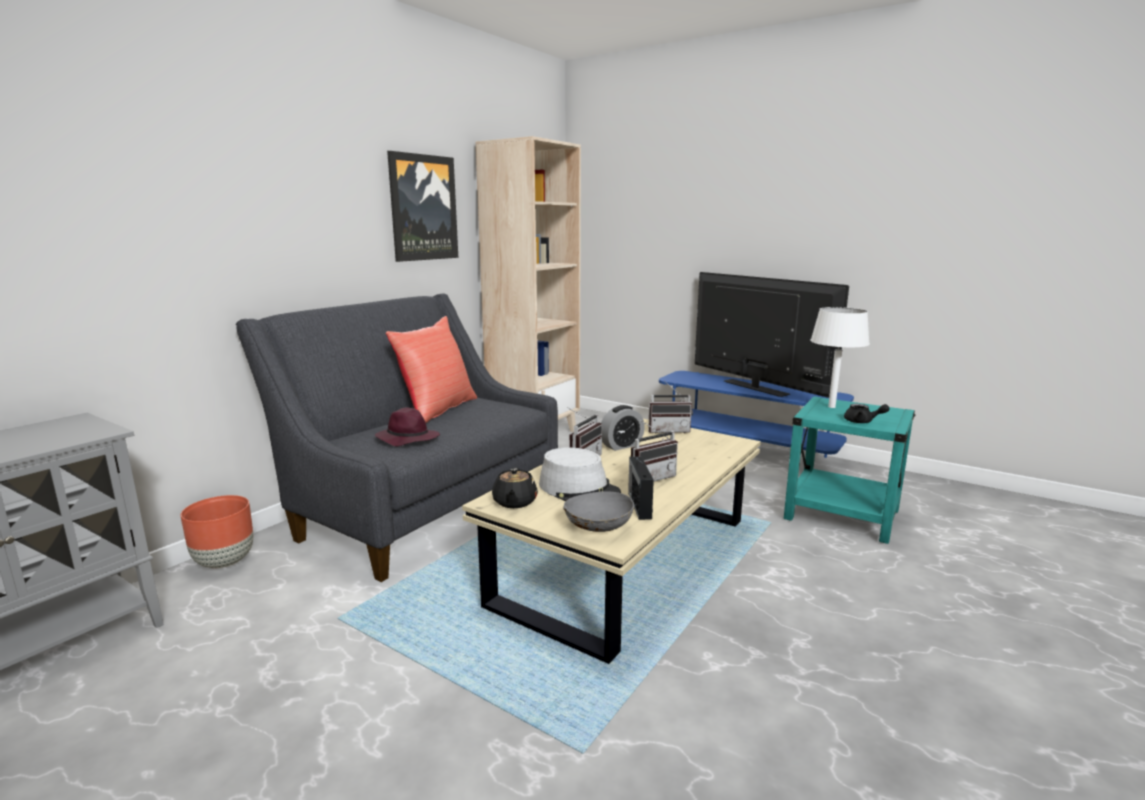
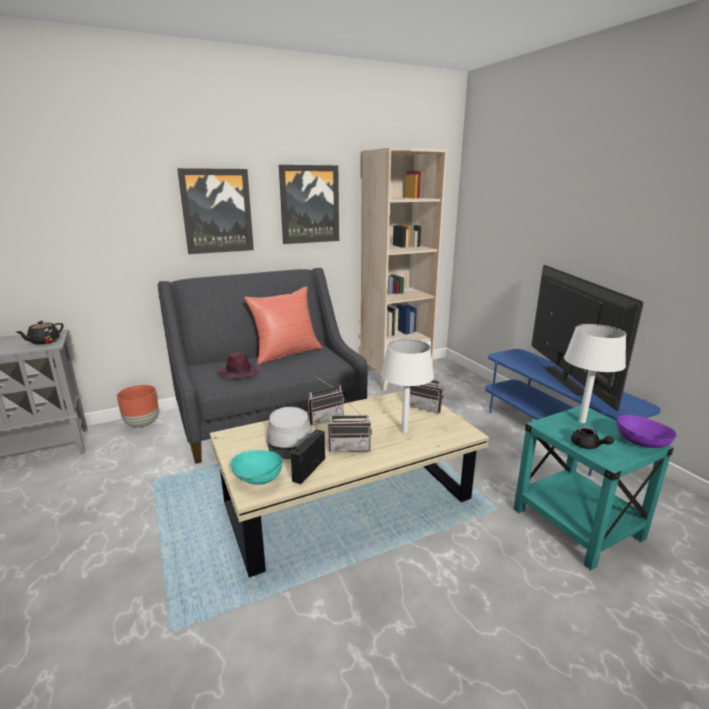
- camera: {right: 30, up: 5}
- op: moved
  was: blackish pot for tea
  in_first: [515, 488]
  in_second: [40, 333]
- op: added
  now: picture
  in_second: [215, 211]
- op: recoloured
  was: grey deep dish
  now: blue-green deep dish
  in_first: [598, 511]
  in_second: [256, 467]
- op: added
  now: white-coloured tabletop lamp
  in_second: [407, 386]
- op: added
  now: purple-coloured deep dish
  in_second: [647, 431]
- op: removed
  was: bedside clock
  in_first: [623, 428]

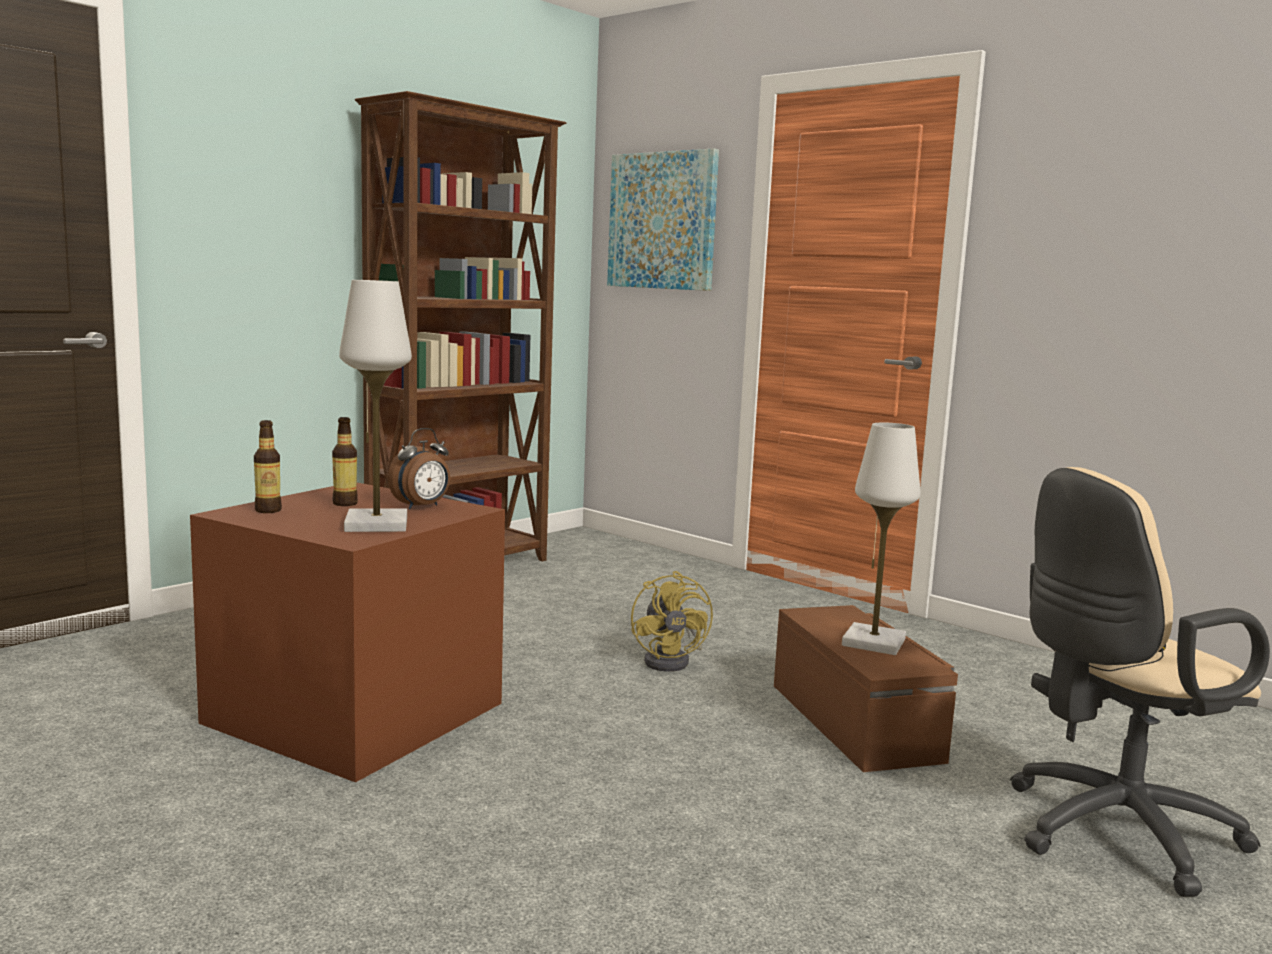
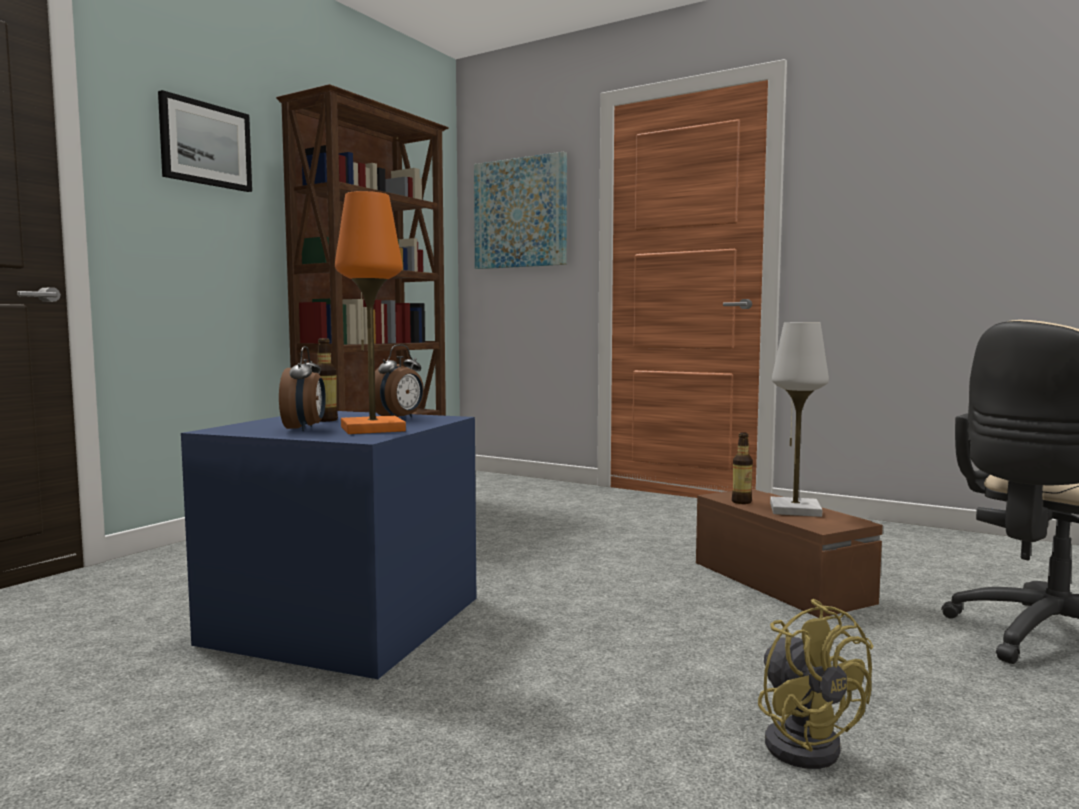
- camera: {right: -10, up: -5}
- op: added
  now: picture
  in_second: [205, 141]
- op: recoloured
  was: brown storage bin
  now: blue-coloured storage bin
  in_first: [347, 632]
  in_second: [328, 545]
- op: added
  now: bedside clock
  in_second: [302, 388]
- op: recoloured
  was: white-coloured tabletop lamp
  now: orange-coloured tabletop lamp
  in_first: [375, 406]
  in_second: [370, 312]
- op: moved
  was: beverage bottle
  in_first: [268, 466]
  in_second: [742, 468]
- op: moved
  was: yellowish electric fan
  in_first: [672, 621]
  in_second: [815, 684]

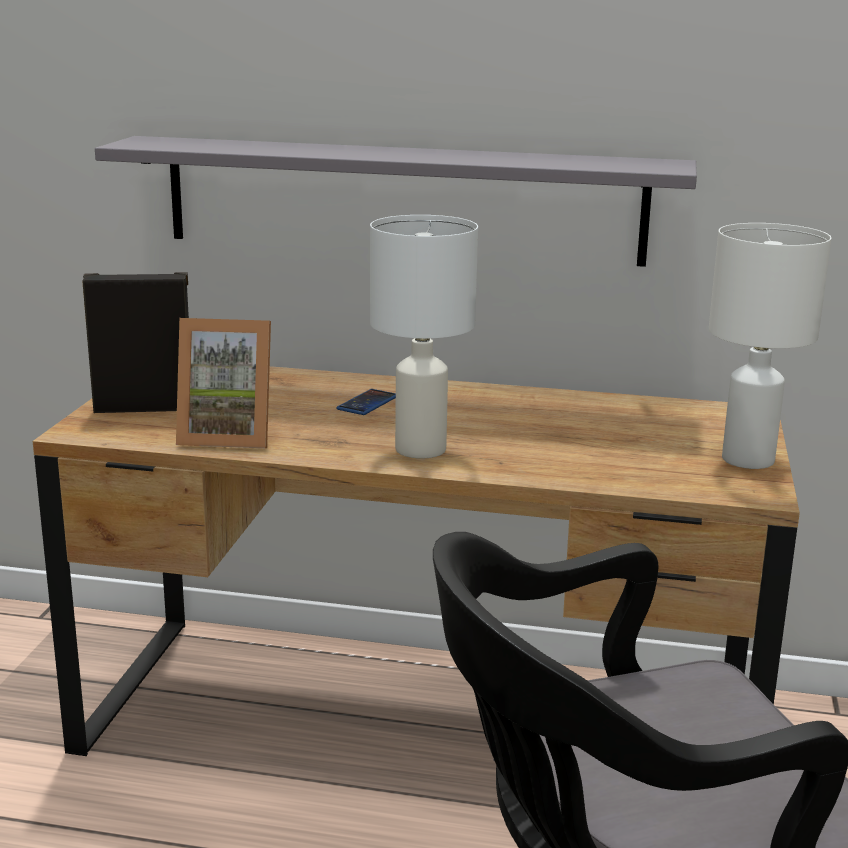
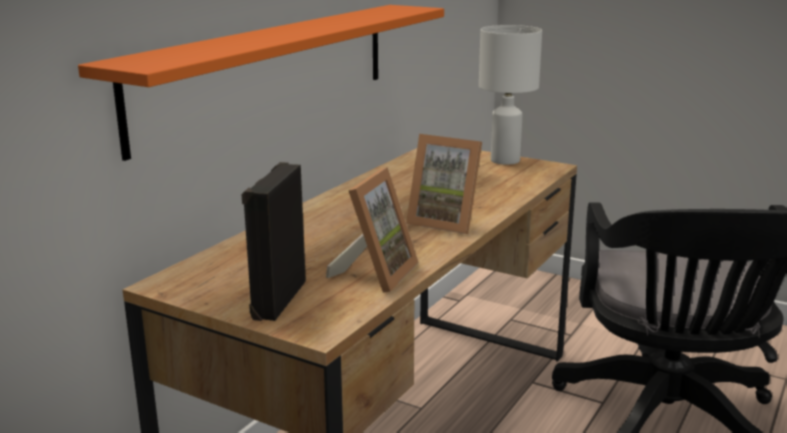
- camera: {right: -70, up: 0}
- op: recoloured
  was: grey shelf
  now: orange-coloured shelf
  in_first: [396, 201]
  in_second: [261, 83]
- op: replaced
  was: white-coloured tabletop lamp
  now: standing frame
  in_first: [424, 337]
  in_second: [444, 184]
- op: removed
  was: phone
  in_first: [366, 402]

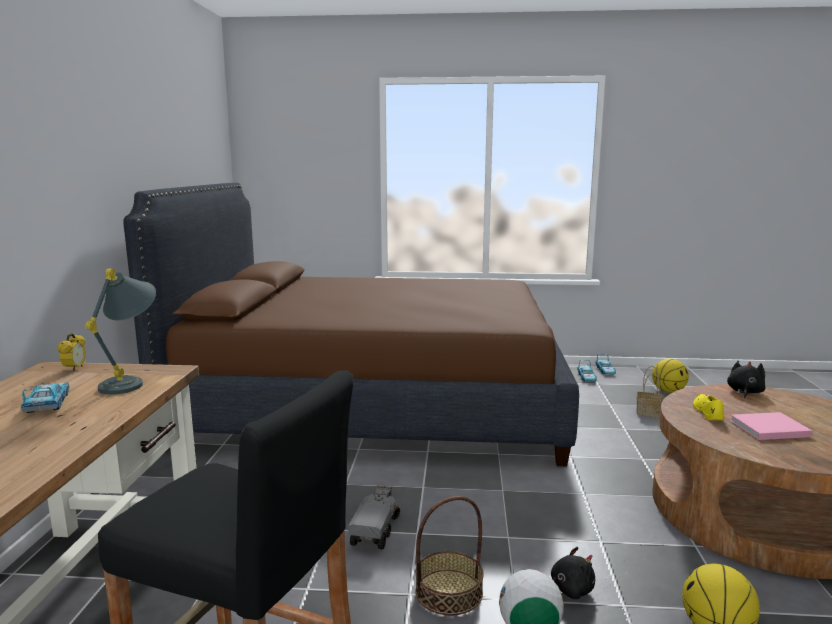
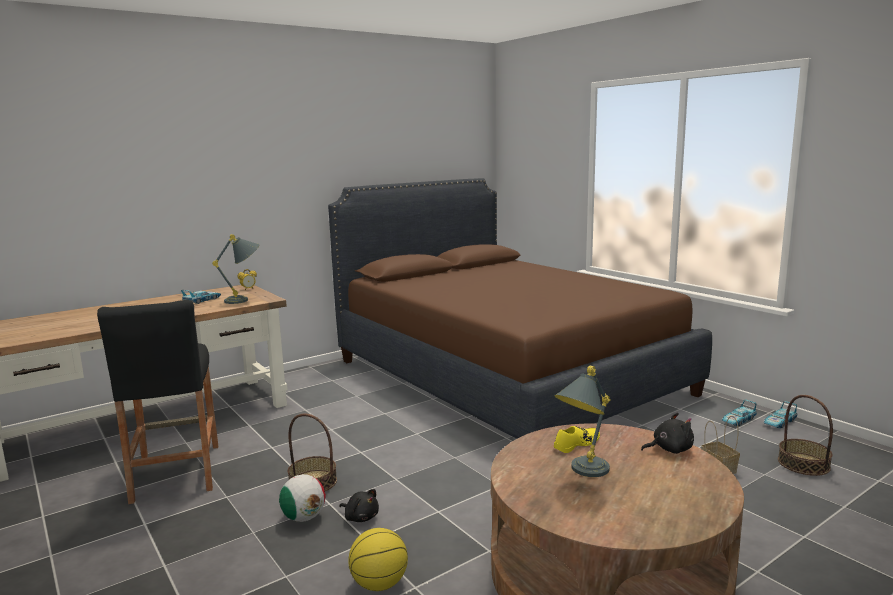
- camera: {right: 50, up: 0}
- op: replaced
  was: pink-coloured book
  now: grey tabletop lamp
  in_first: [771, 426]
  in_second: [582, 421]
- op: replaced
  was: basketball ball
  now: basket
  in_first: [670, 376]
  in_second: [805, 435]
- op: removed
  was: toy truck
  in_first: [374, 517]

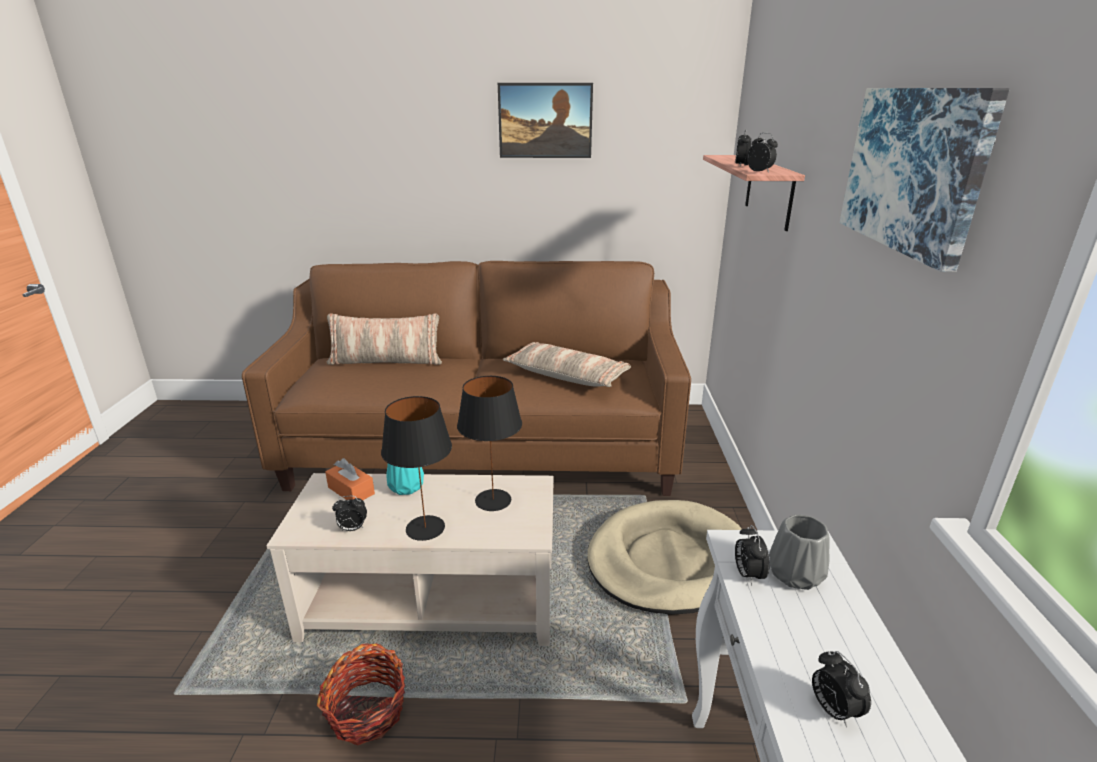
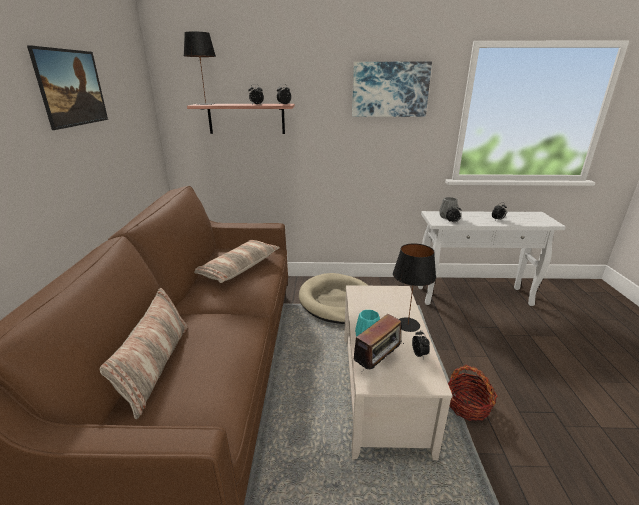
- camera: {right: -90, up: 0}
- op: moved
  was: blackish tabletop lamp
  in_first: [489, 443]
  in_second: [200, 68]
- op: replaced
  was: orange-coloured tissue box
  now: radio set
  in_first: [350, 479]
  in_second: [376, 343]

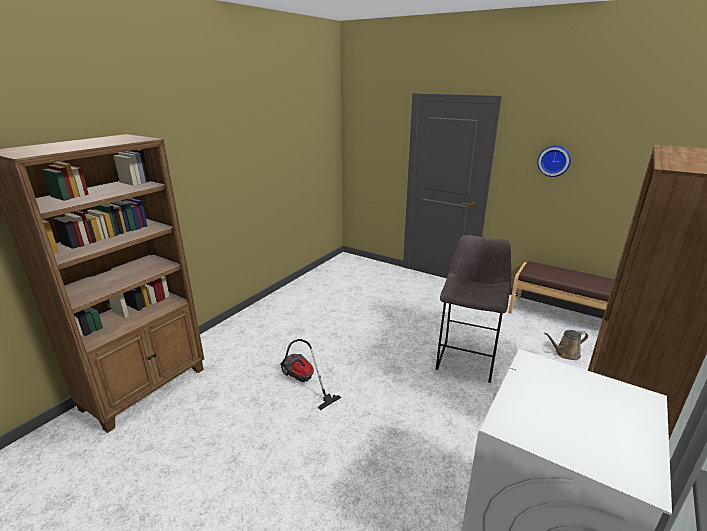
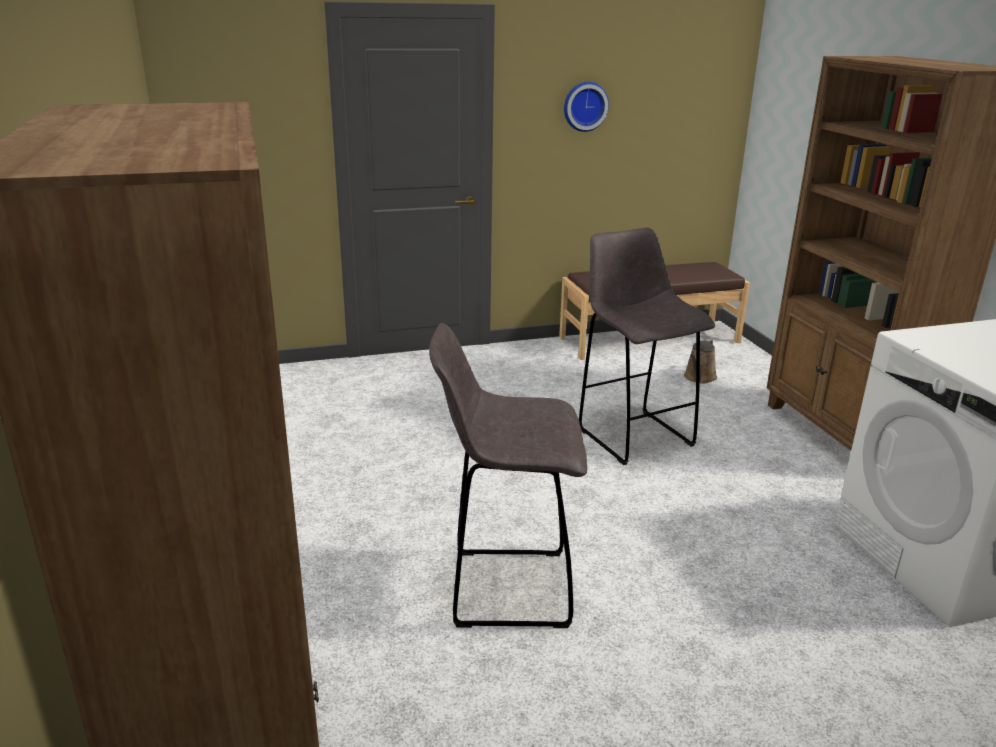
- camera: {right: -50, up: 0}
- op: replaced
  was: vacuum cleaner
  now: grey sitting stool
  in_first: [310, 374]
  in_second: [508, 475]

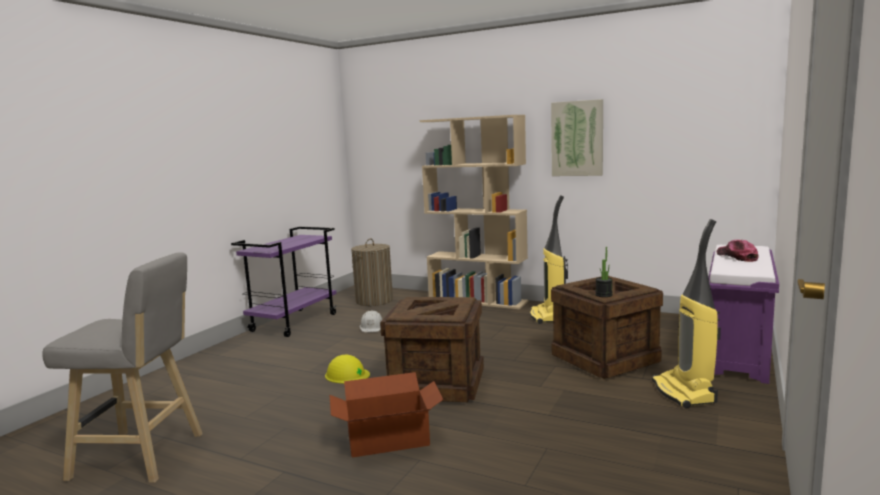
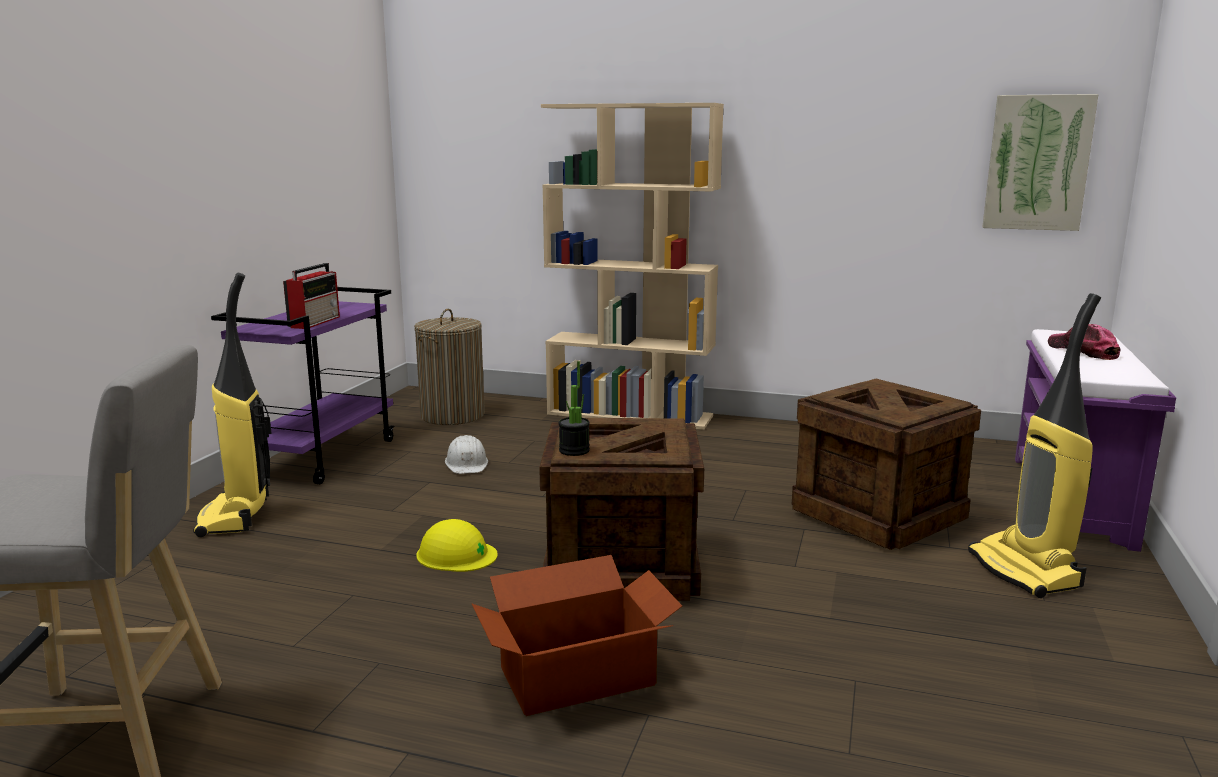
- camera: {right: -10, up: 5}
- op: moved
  was: vacuum cleaner
  in_first: [549, 259]
  in_second: [232, 405]
- op: added
  now: radio set
  in_second: [311, 296]
- op: moved
  was: plant in a pot
  in_first: [604, 272]
  in_second: [574, 408]
- op: moved
  was: picture
  in_first: [577, 137]
  in_second: [1040, 162]

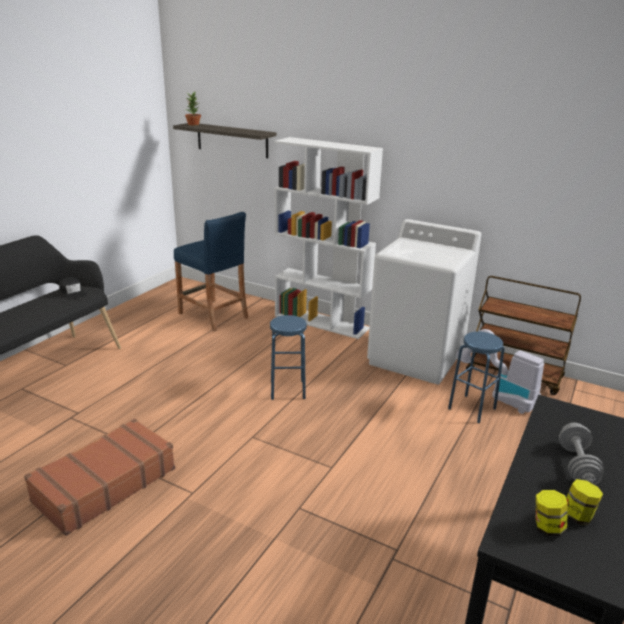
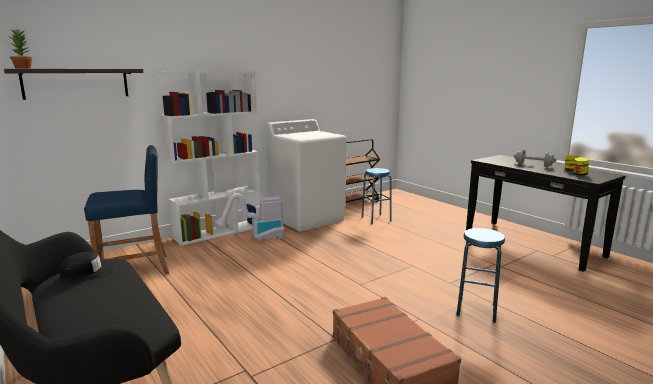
- camera: {right: -65, up: -10}
- op: moved
  was: vacuum cleaner
  in_first: [500, 371]
  in_second: [250, 217]
- op: moved
  was: blue-coloured sitting stool
  in_first: [288, 357]
  in_second: [481, 275]

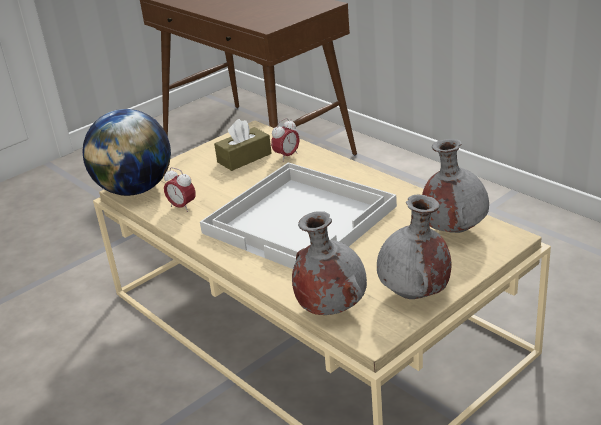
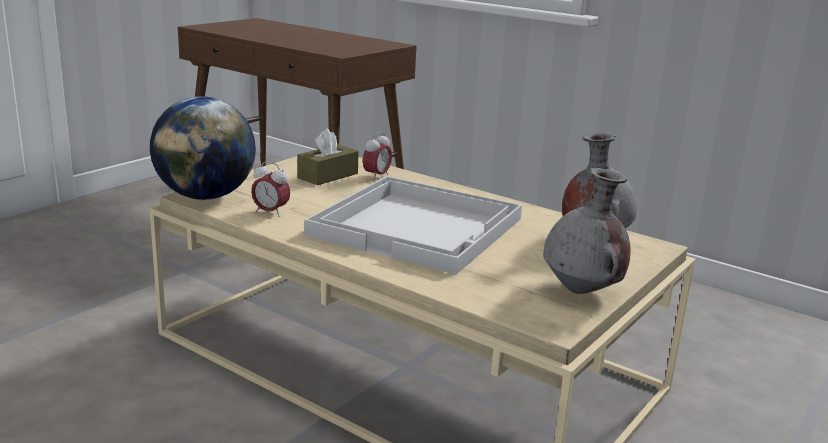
- camera: {right: -15, up: -10}
- op: removed
  was: grey vase
  in_first: [329, 263]

